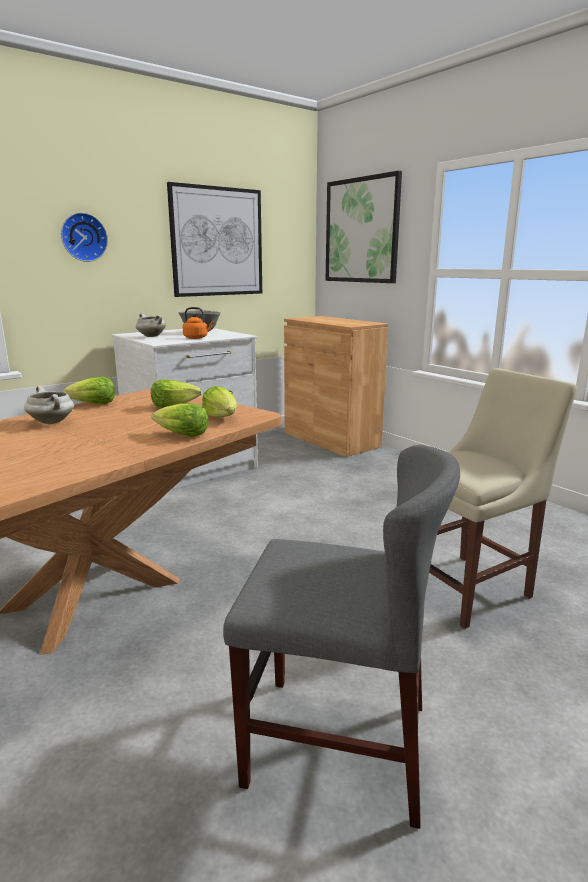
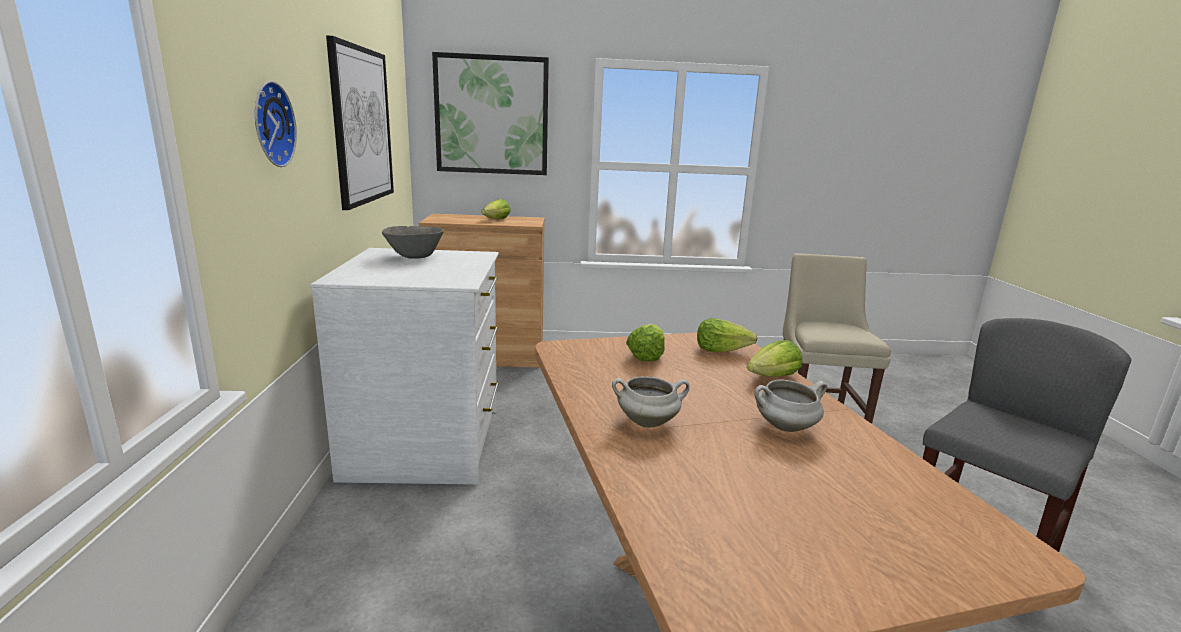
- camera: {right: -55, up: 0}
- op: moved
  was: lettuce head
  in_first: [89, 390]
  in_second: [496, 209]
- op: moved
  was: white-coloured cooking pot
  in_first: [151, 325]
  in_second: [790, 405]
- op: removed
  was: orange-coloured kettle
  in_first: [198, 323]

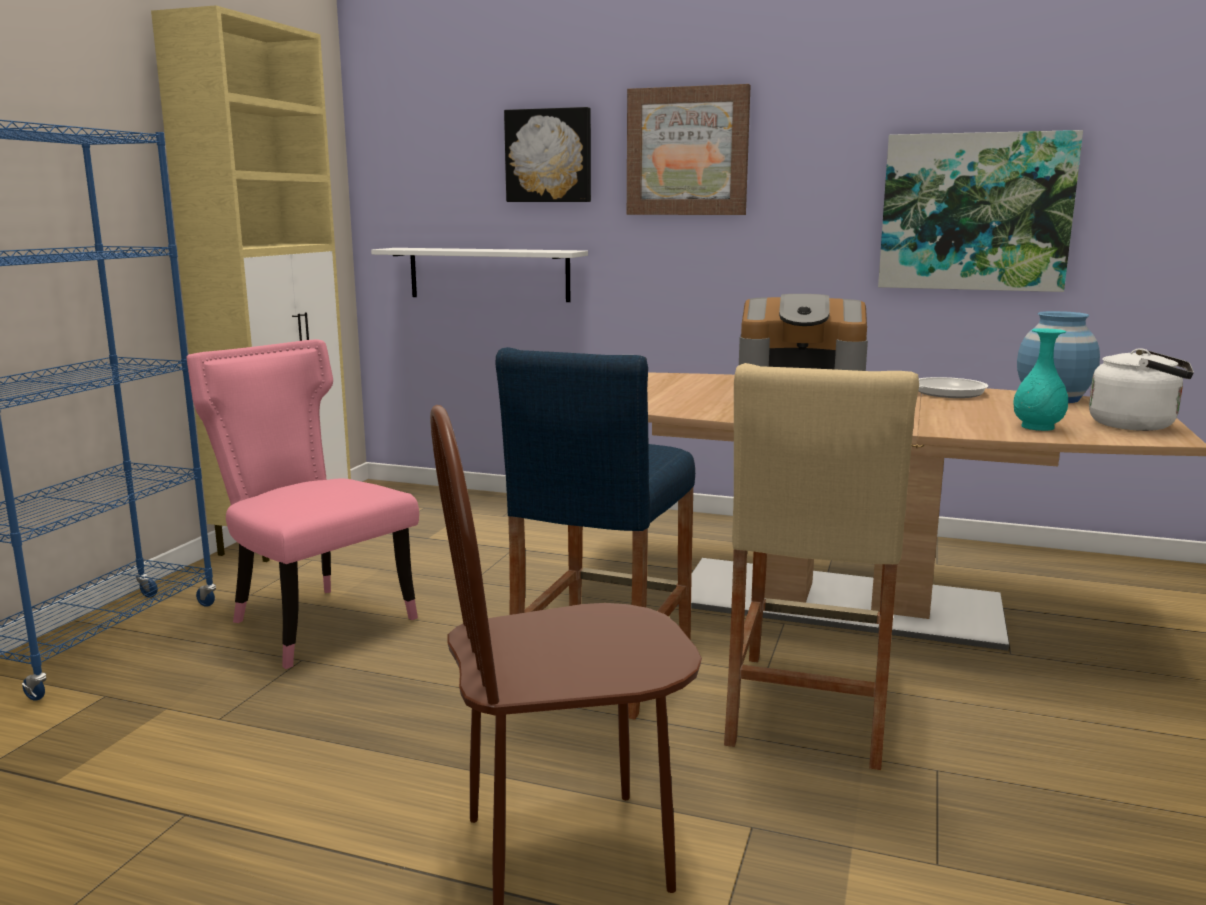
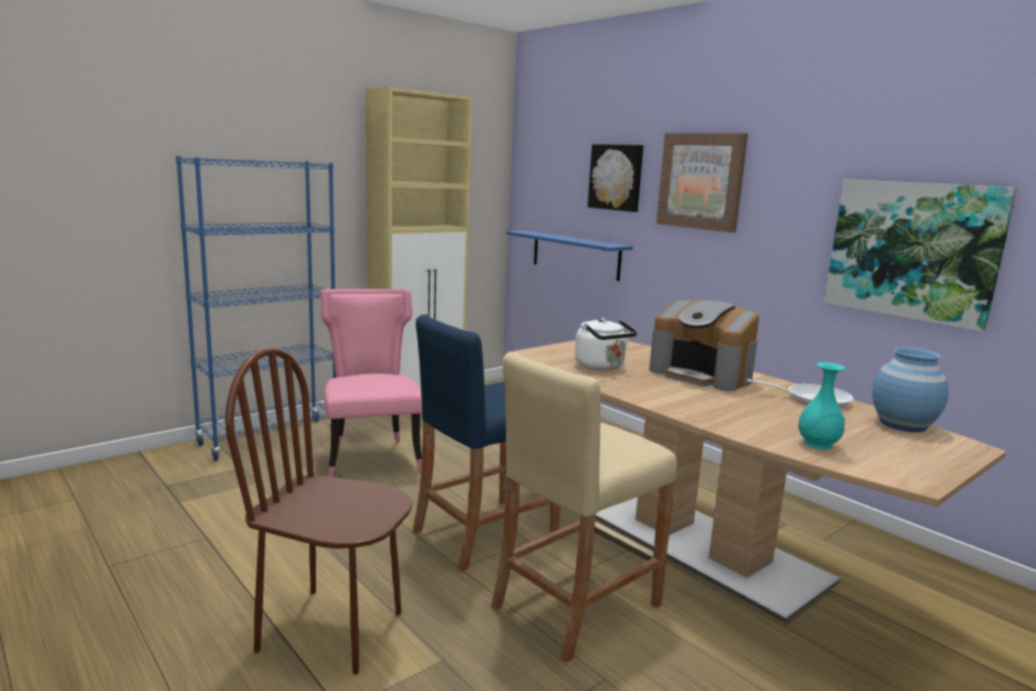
- camera: {right: 30, up: 0}
- op: recoloured
  was: white-coloured shelf
  now: blue-coloured shelf
  in_first: [479, 275]
  in_second: [569, 255]
- op: moved
  was: white-coloured kettle
  in_first: [1141, 389]
  in_second: [606, 344]

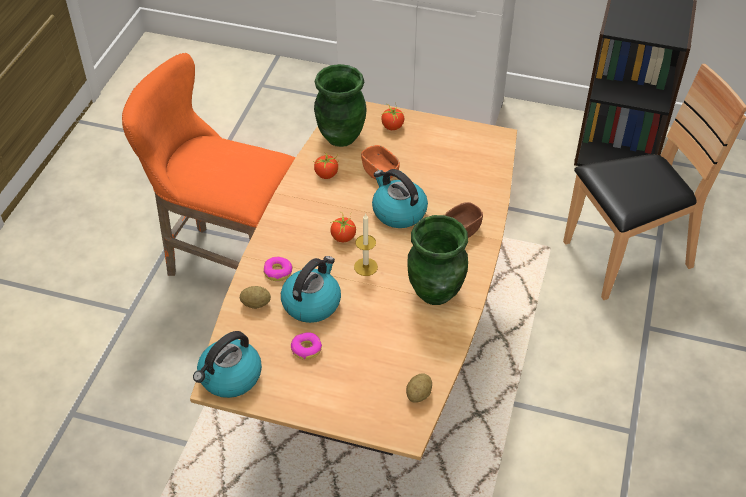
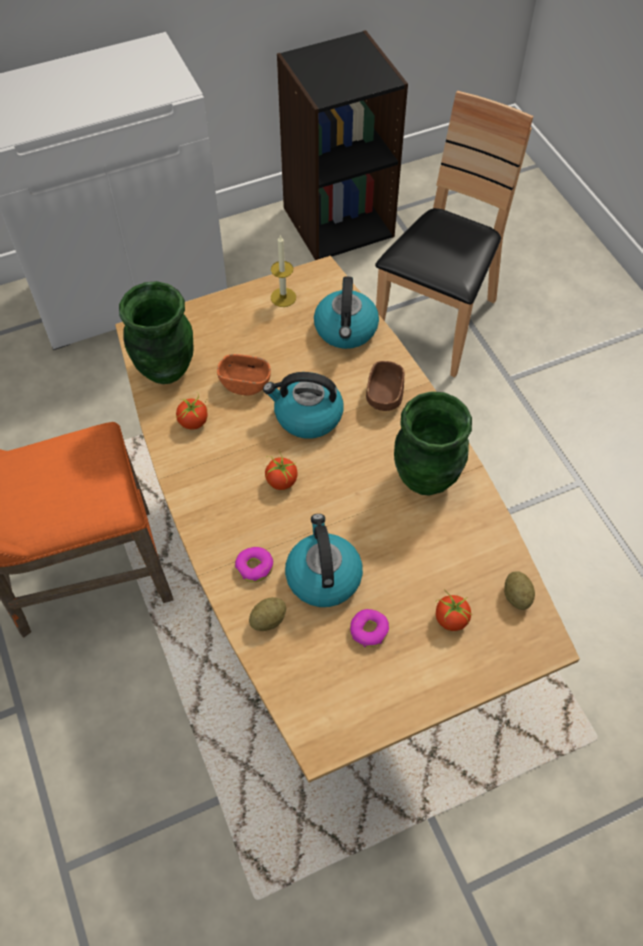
- camera: {right: -40, up: 10}
- op: moved
  was: candle
  in_first: [366, 244]
  in_second: [283, 271]
- op: moved
  was: kettle
  in_first: [227, 364]
  in_second: [346, 313]
- op: moved
  was: fresh tomato
  in_first: [393, 116]
  in_second: [454, 610]

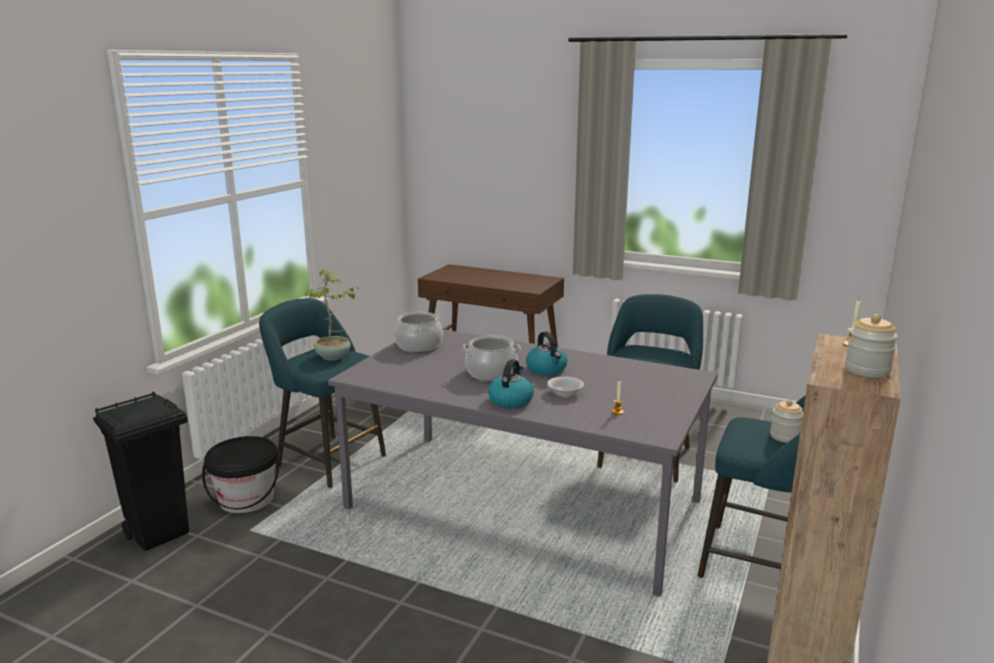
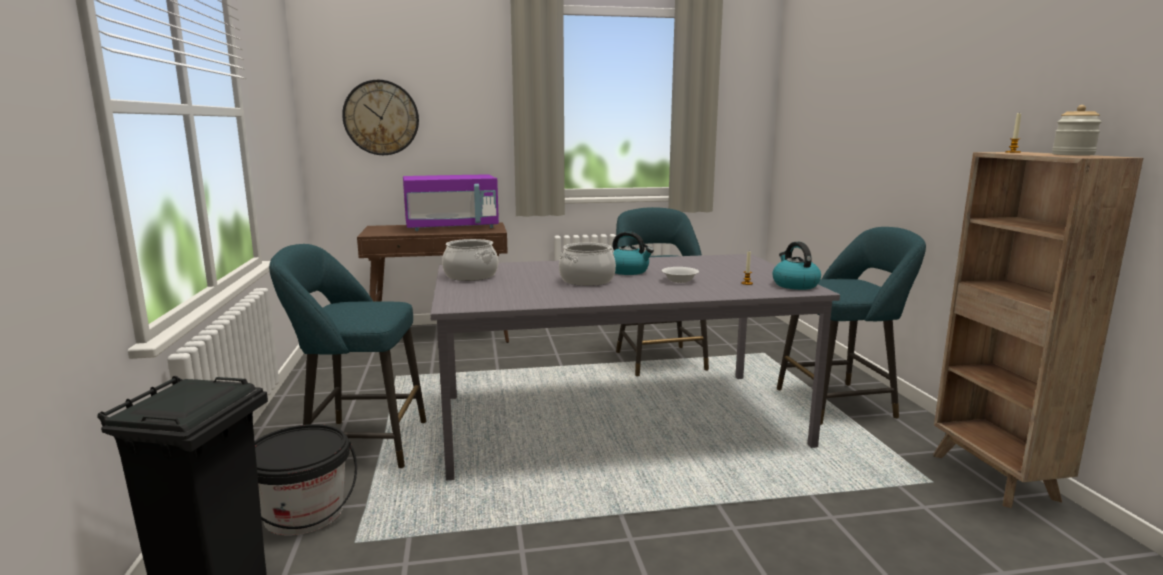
- camera: {right: -35, up: -5}
- op: added
  now: clock on the wall
  in_second: [380, 117]
- op: added
  now: purple-coloured microwave oven
  in_second: [451, 203]
- op: moved
  was: kettle
  in_first: [511, 383]
  in_second: [796, 266]
- op: removed
  was: plant in a pot
  in_first: [332, 315]
- op: removed
  was: storage jar
  in_first: [786, 421]

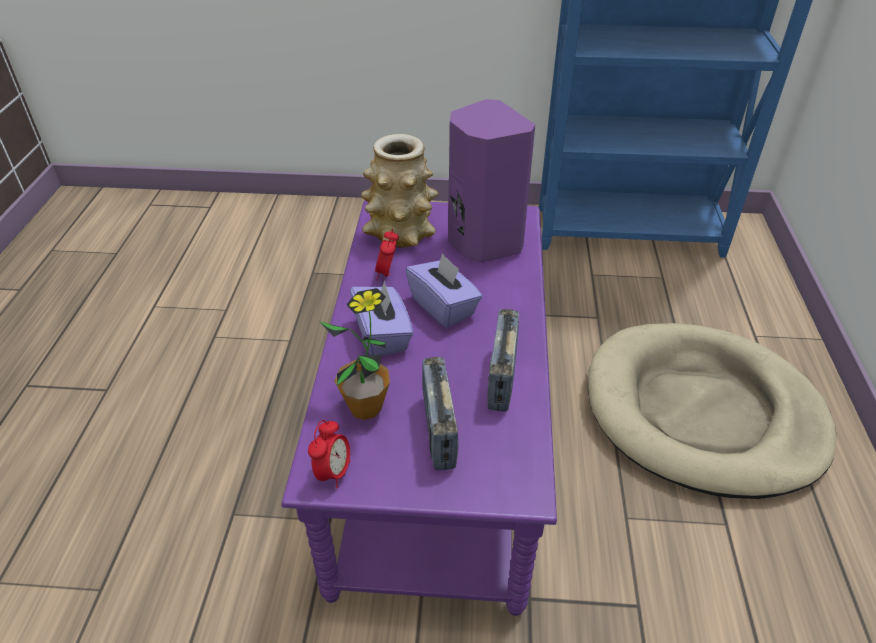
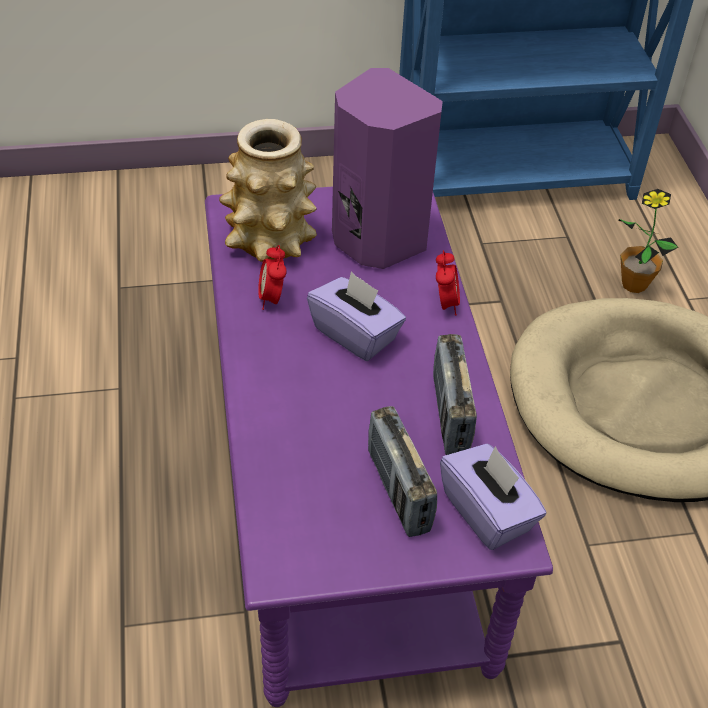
- camera: {right: -15, up: 5}
- op: moved
  was: bedside clock
  in_first: [329, 454]
  in_second: [448, 283]
- op: moved
  was: purple-coloured tissue box
  in_first: [381, 318]
  in_second: [493, 497]
- op: moved
  was: plant in a pot
  in_first: [354, 354]
  in_second: [648, 241]

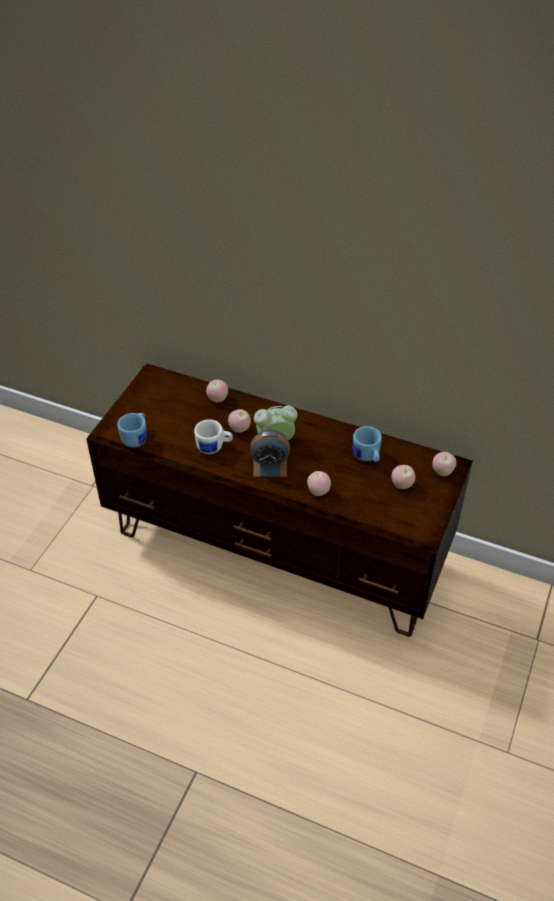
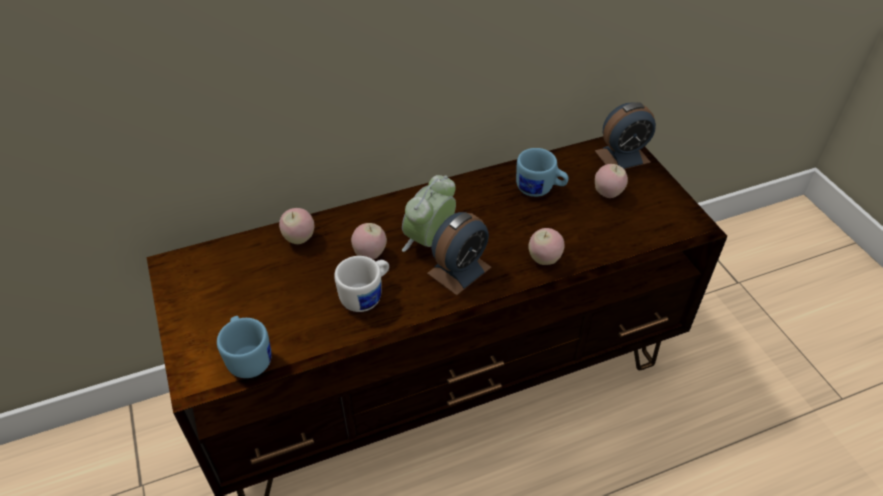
- camera: {right: -45, up: 0}
- op: replaced
  was: apple fruit
  now: bedside clock
  in_first: [444, 464]
  in_second: [625, 135]

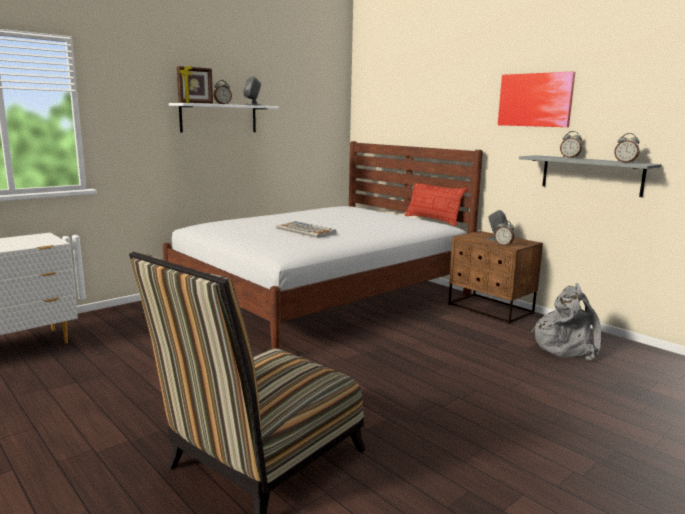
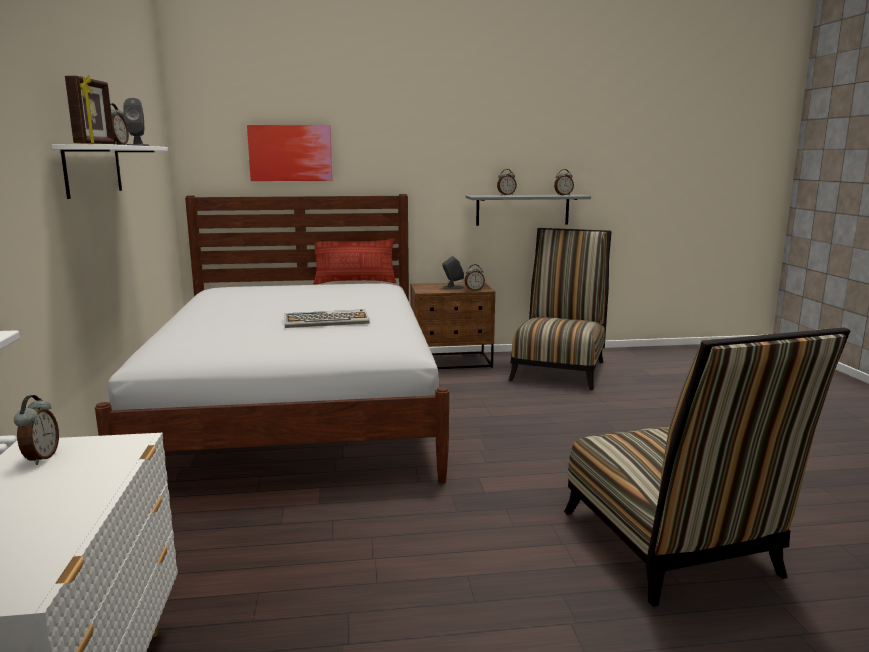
- camera: {right: -55, up: 0}
- op: added
  now: bedside clock
  in_second: [36, 430]
- op: moved
  was: picture
  in_first: [536, 99]
  in_second: [289, 153]
- op: replaced
  was: grey backpack
  now: chair
  in_first: [566, 322]
  in_second: [560, 309]

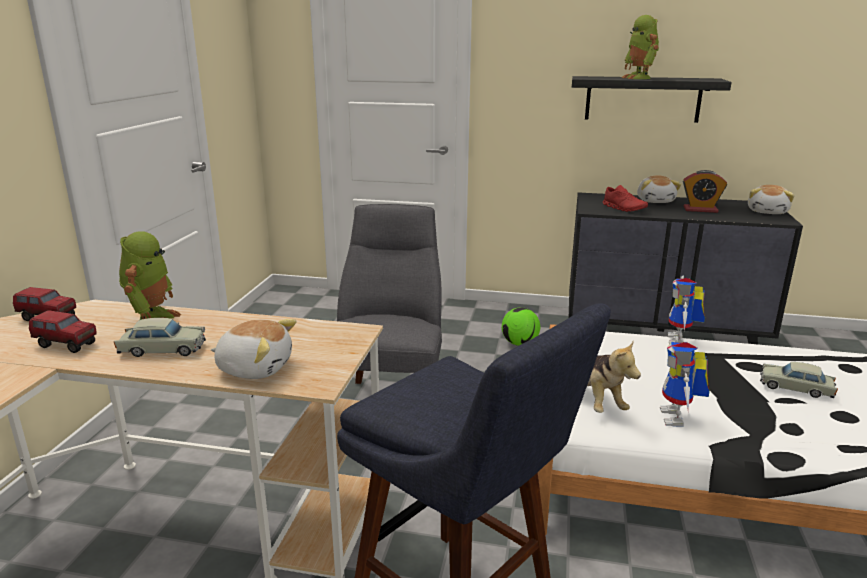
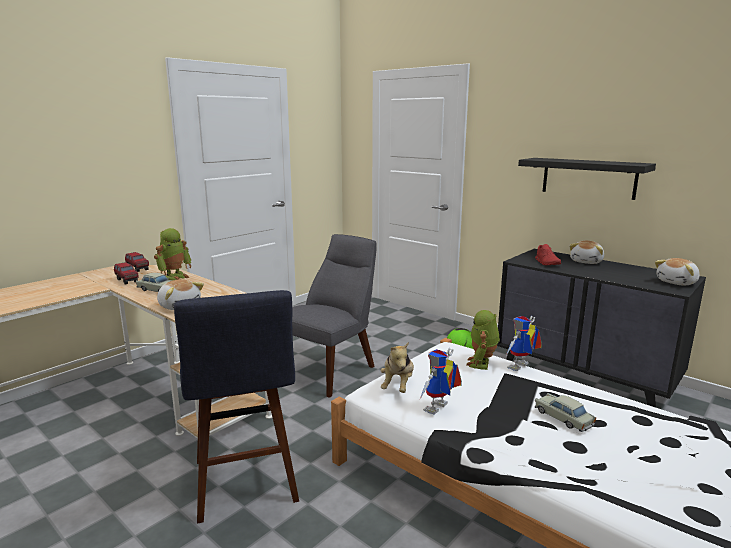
- camera: {right: 30, up: -5}
- op: moved
  was: model robot
  in_first: [640, 47]
  in_second: [483, 340]
- op: removed
  was: bedside clock
  in_first: [705, 191]

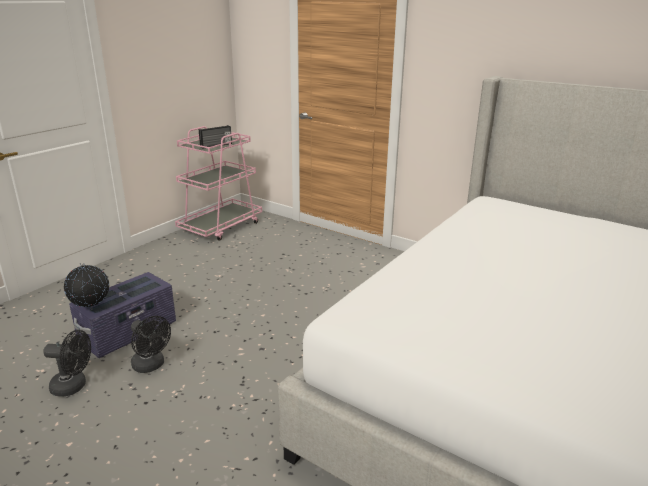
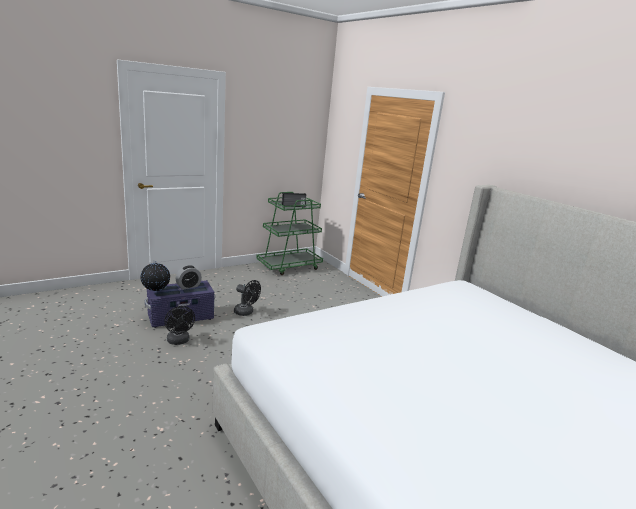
- camera: {right: 20, up: -5}
- op: added
  now: bedside clock
  in_second: [189, 277]
- op: moved
  was: blackish electric fan
  in_first: [67, 363]
  in_second: [247, 298]
- op: recoloured
  was: pink-coloured trolley
  now: greenish trolley
  in_first: [218, 183]
  in_second: [289, 233]

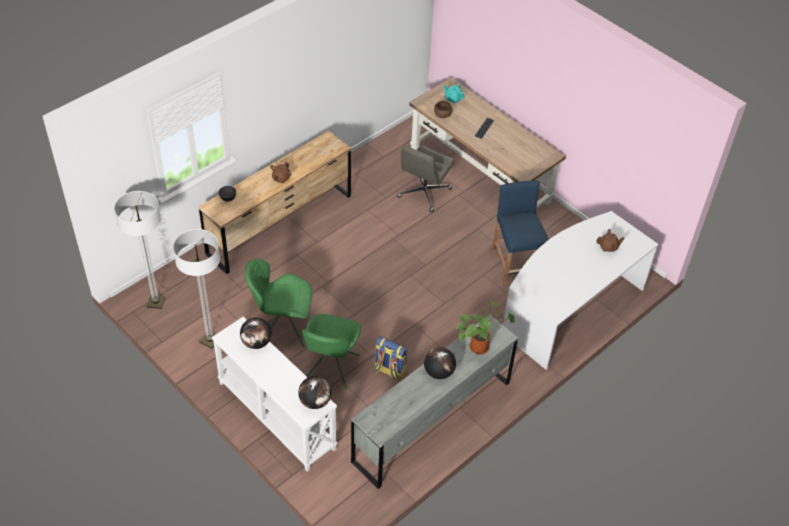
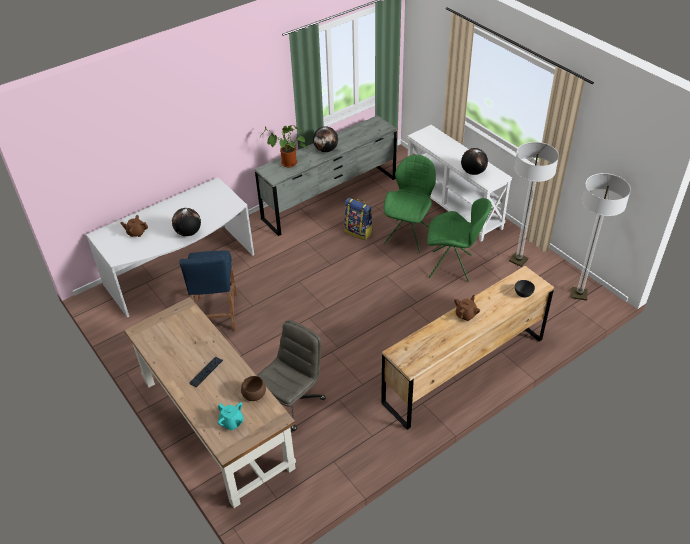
- camera: {right: -170, up: -5}
- op: moved
  was: world globe
  in_first: [314, 392]
  in_second: [186, 222]

